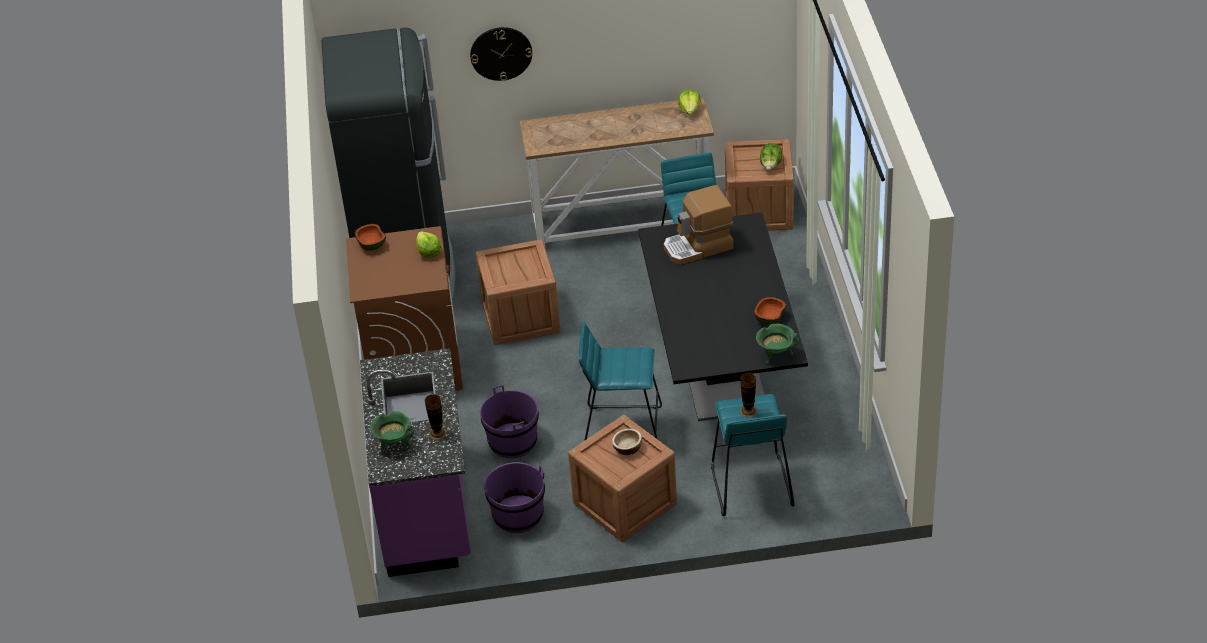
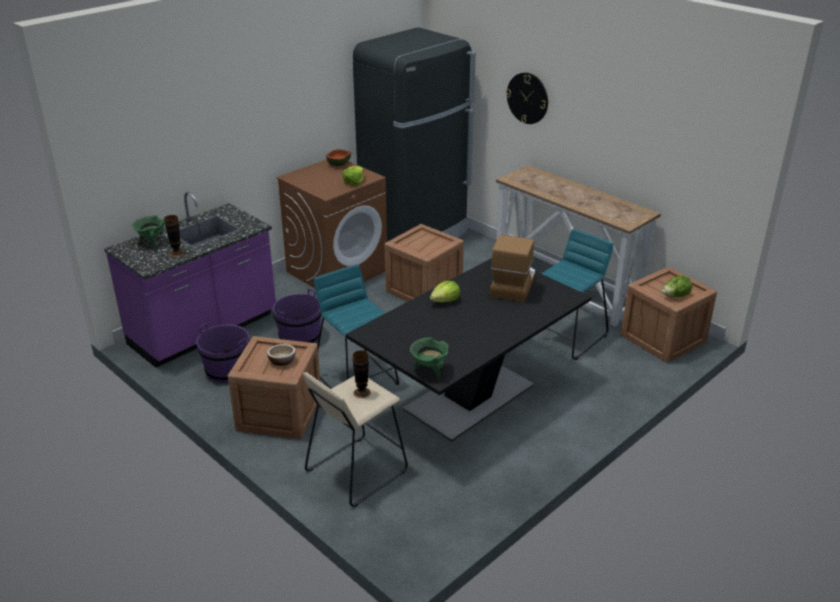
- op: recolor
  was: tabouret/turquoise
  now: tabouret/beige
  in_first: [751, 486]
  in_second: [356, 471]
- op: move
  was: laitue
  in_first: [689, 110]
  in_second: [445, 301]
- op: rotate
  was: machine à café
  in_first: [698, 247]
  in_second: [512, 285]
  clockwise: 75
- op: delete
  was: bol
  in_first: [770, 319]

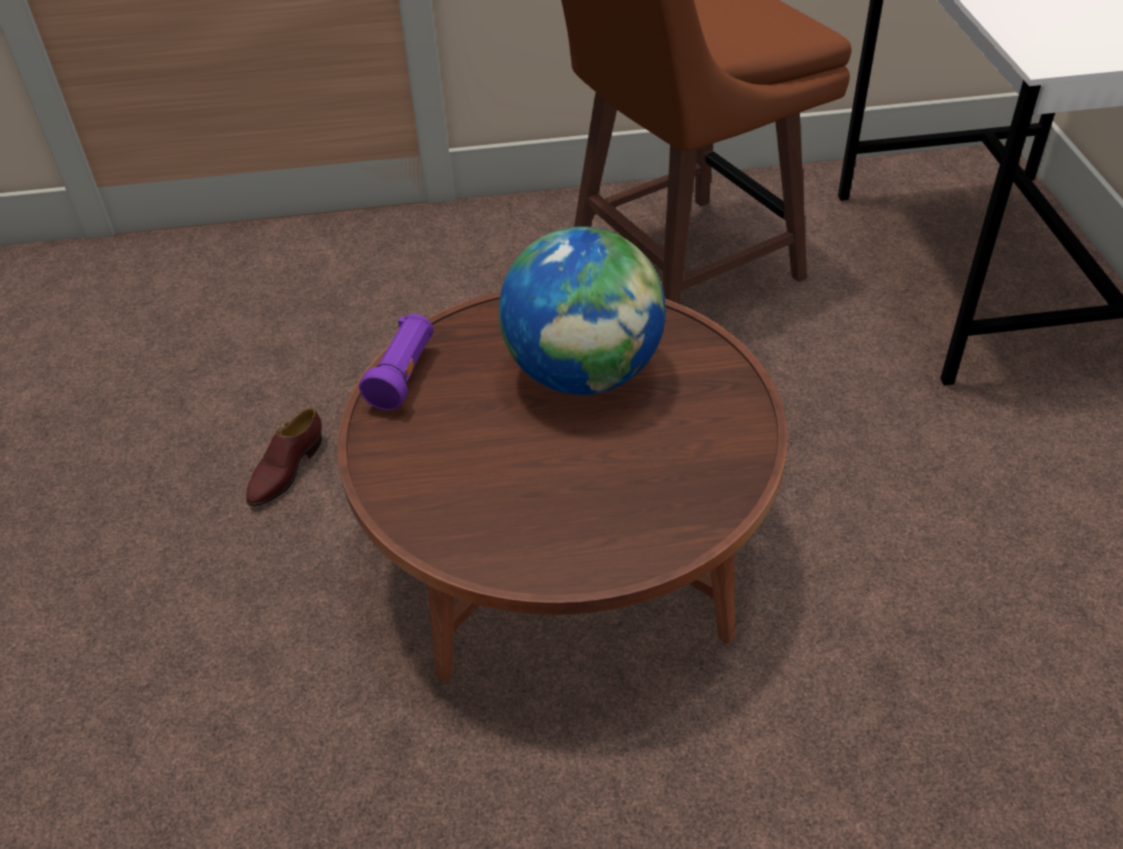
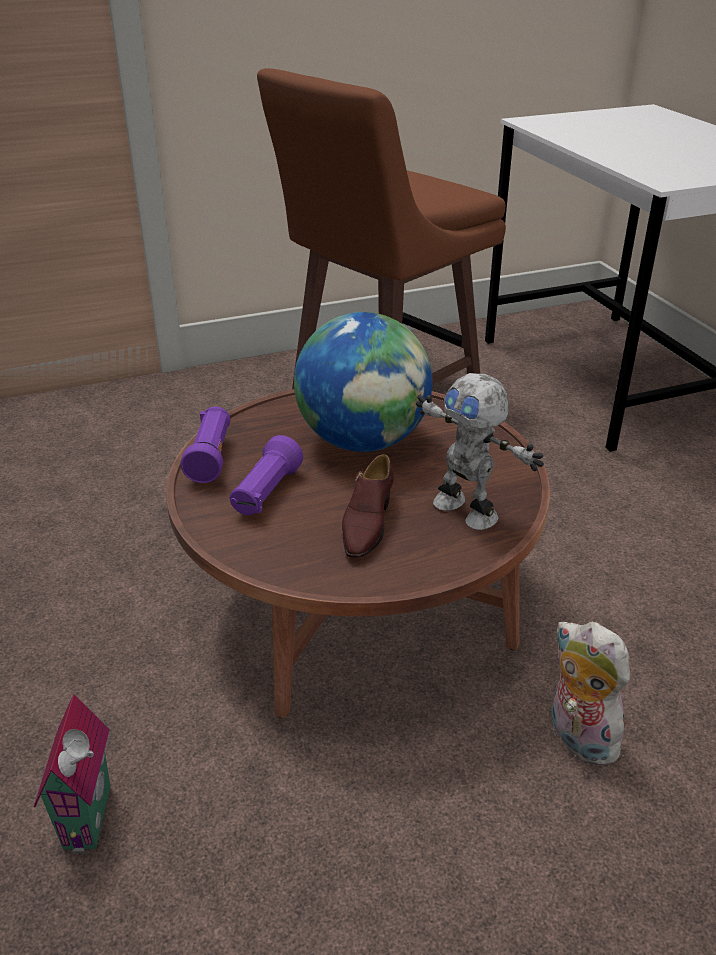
- op: insert
  now: maison miniature
  in_second: [92, 817]
- op: insert
  now: lampe de poche/violet
  in_second: [266, 493]
- op: move
  was: chaussure/marron
  in_first: [286, 470]
  in_second: [367, 523]
- op: insert
  now: robot jouet
  in_second: [467, 510]
- op: insert
  now: peluche
  in_second: [577, 738]

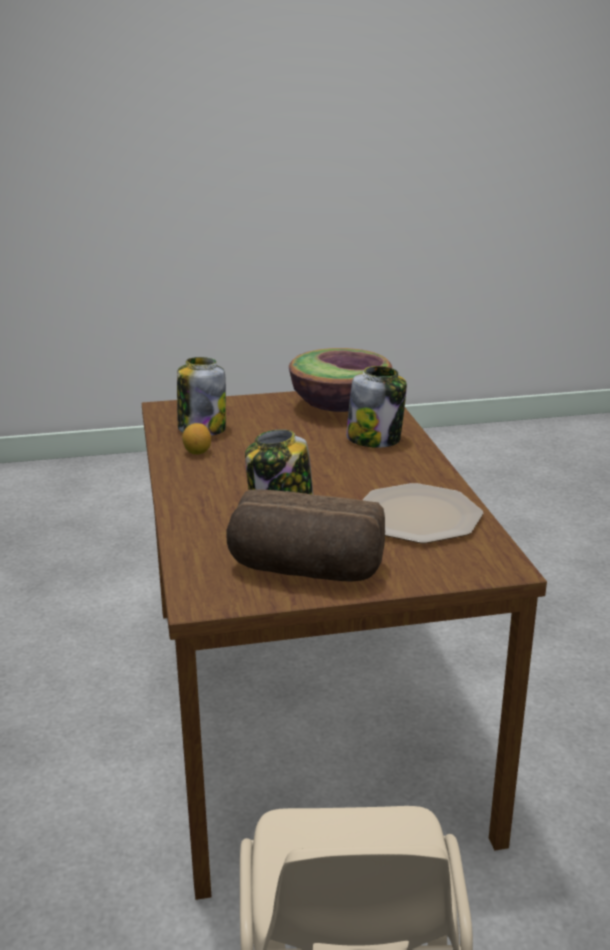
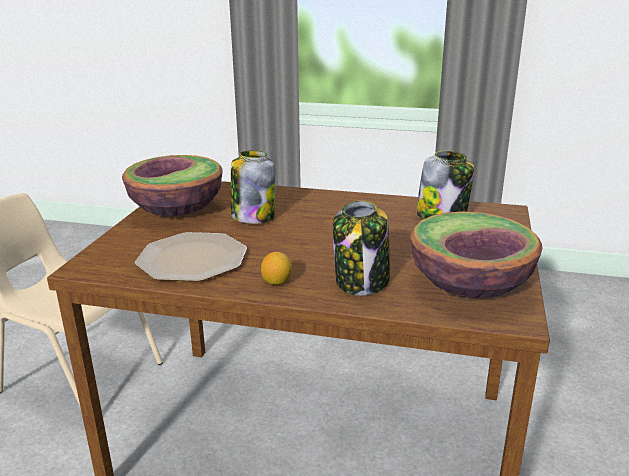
- op: replace
  was: pain
  now: bol
  in_first: [304, 570]
  in_second: [177, 210]
- op: move
  was: citron
  in_first: [197, 452]
  in_second: [277, 282]

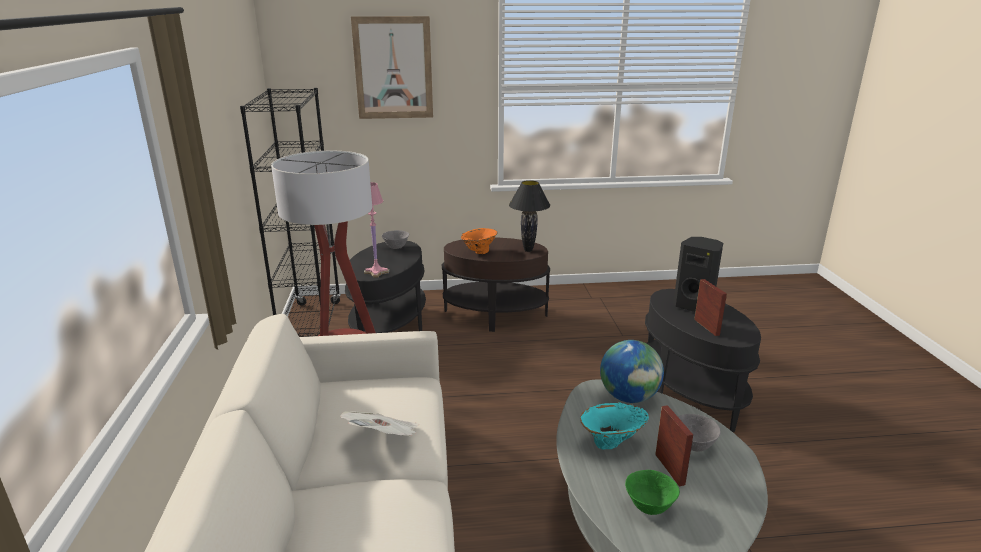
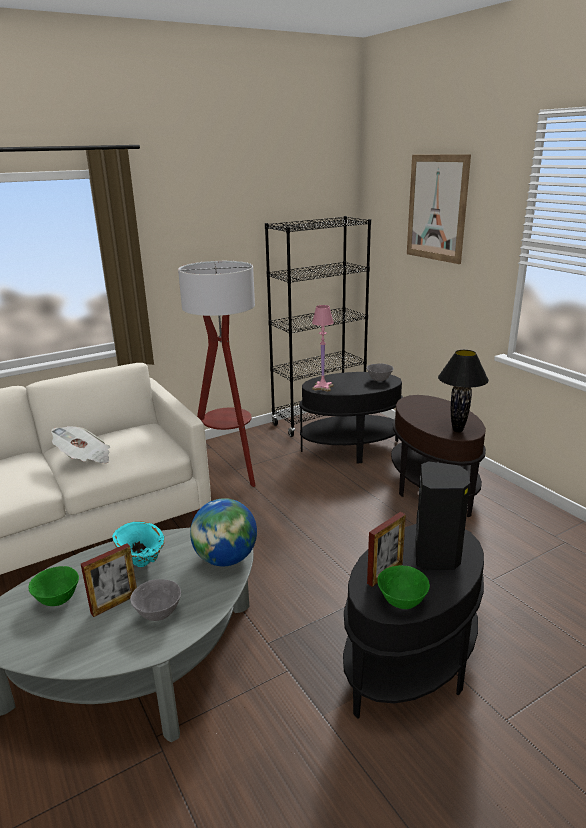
- op: insert
  now: bol/vert
  in_second: [401, 602]
- op: delete
  was: vase/orange
  in_first: [478, 252]

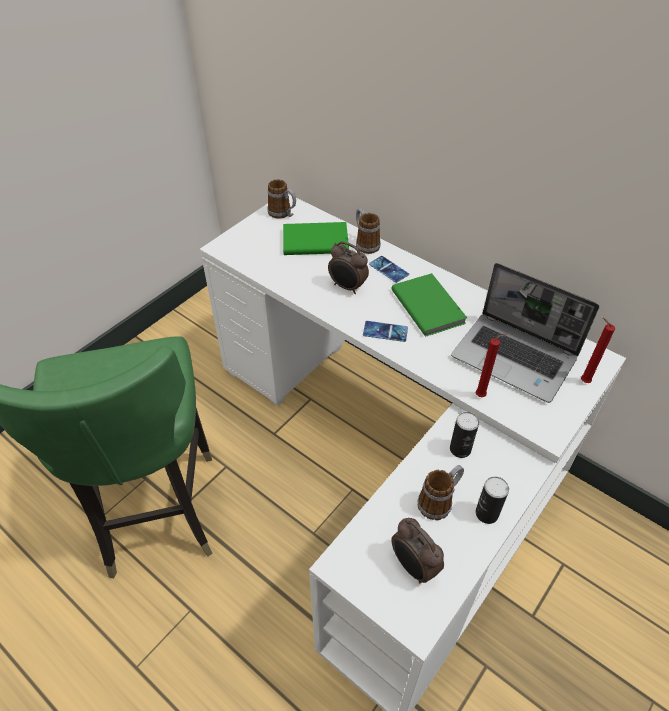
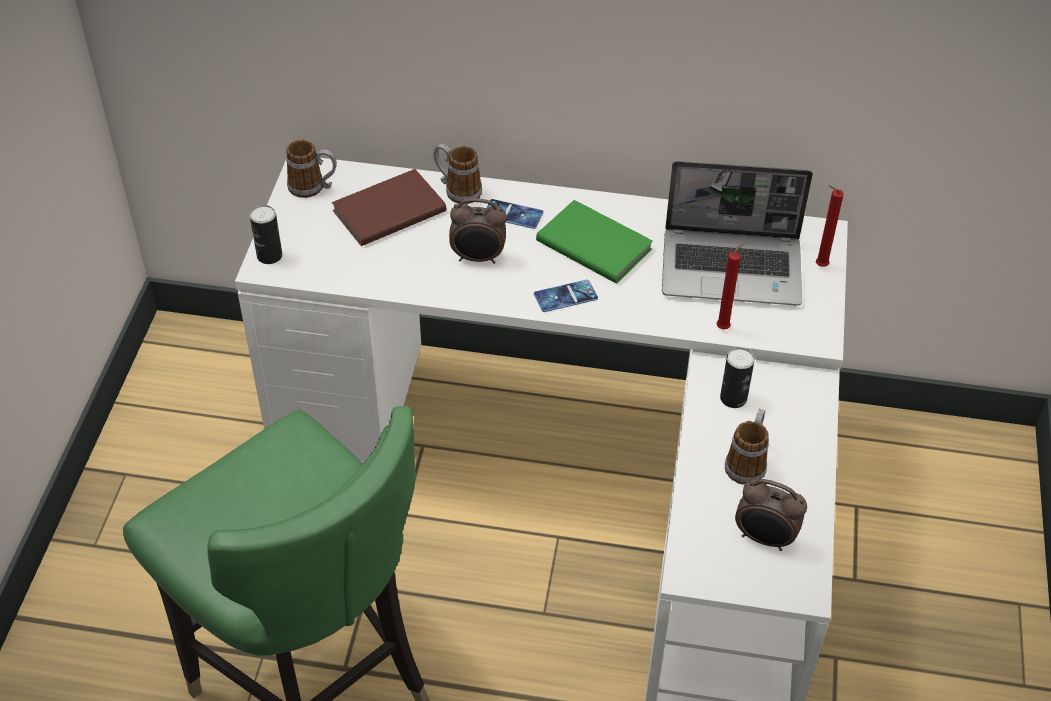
- op: move
  was: boîte métallique
  in_first: [486, 513]
  in_second: [269, 256]
- op: recolor
  was: livre/vert
  now: livre/marron
  in_first: [314, 240]
  in_second: [387, 210]

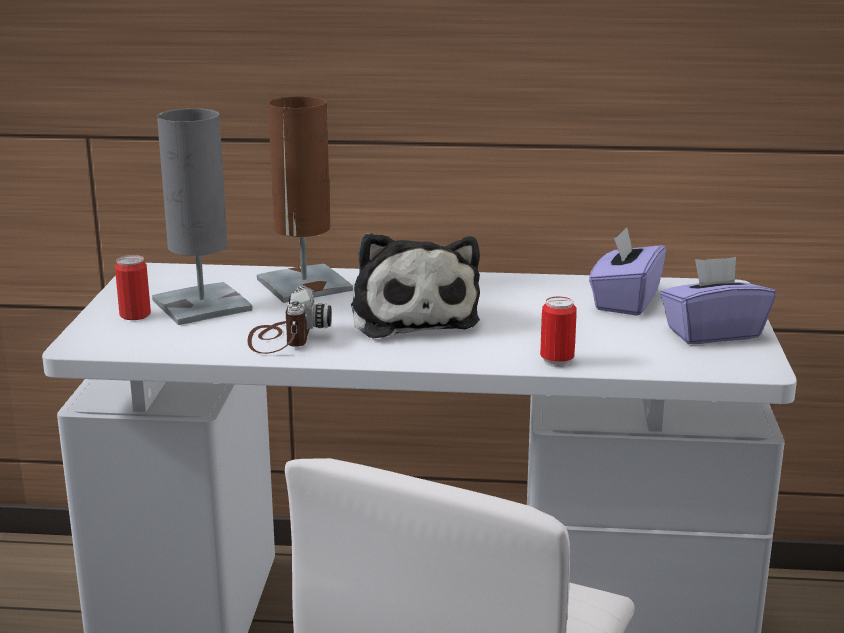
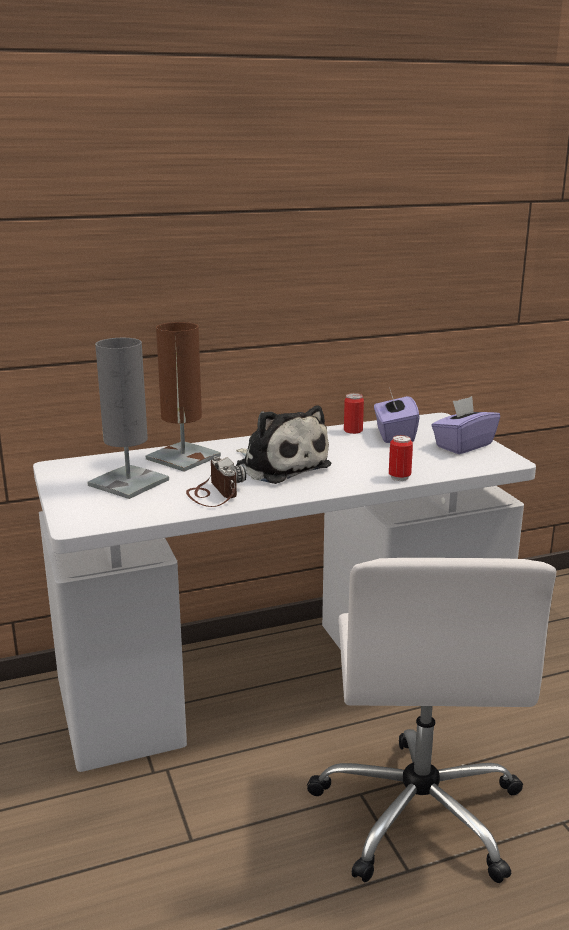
- op: move
  was: boîte métallique
  in_first: [135, 315]
  in_second: [353, 430]

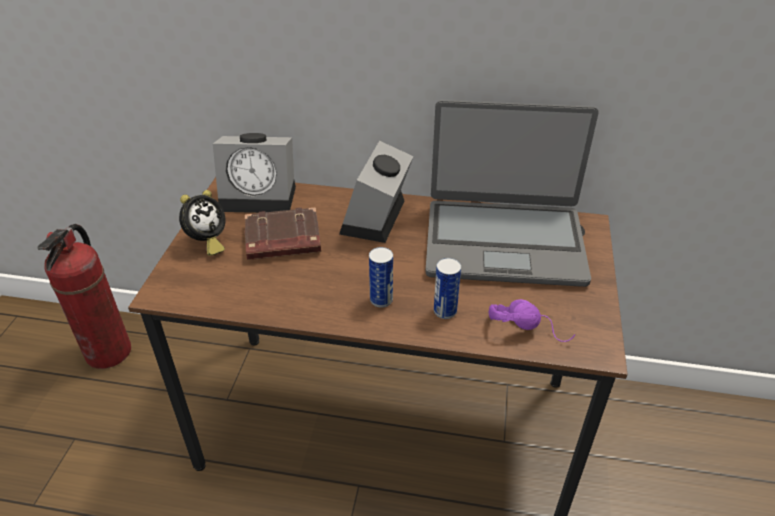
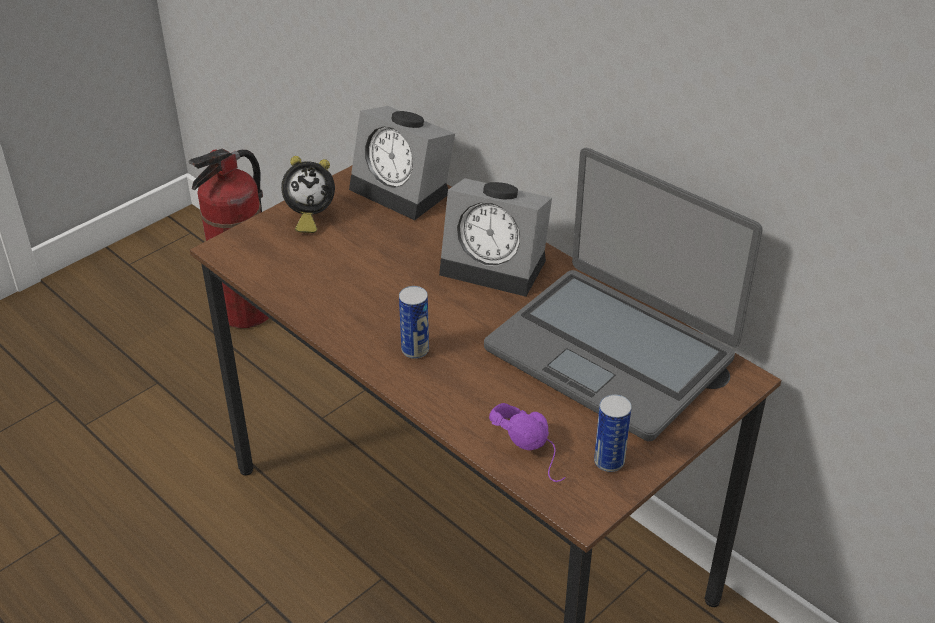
- op: rotate
  was: réveil
  in_first: [376, 219]
  in_second: [498, 265]
  clockwise: -120
- op: move
  was: boîte métallique
  in_first: [445, 311]
  in_second: [609, 461]
- op: delete
  was: livre/marron
  in_first: [282, 240]

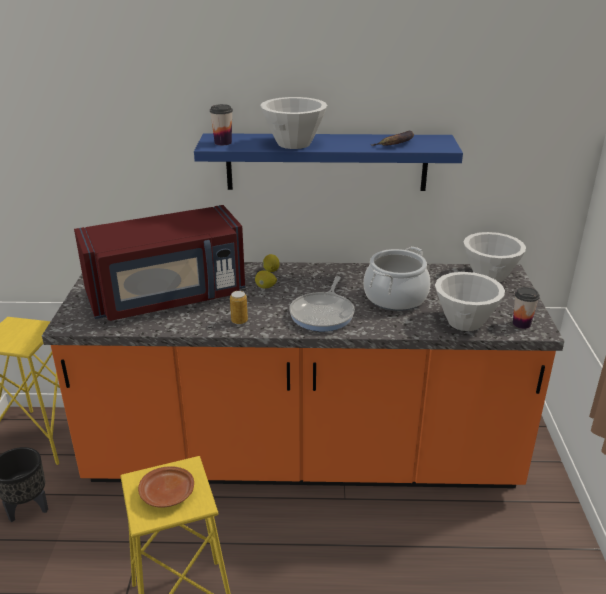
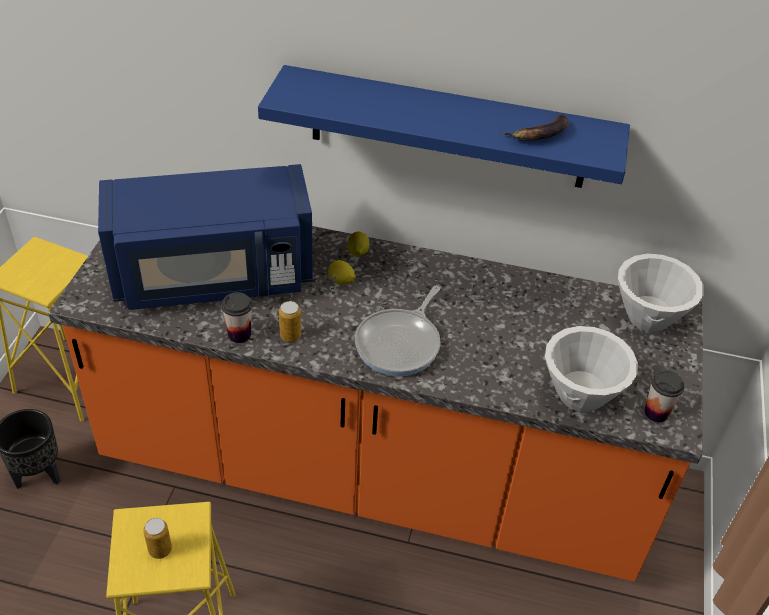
- op: recolor
  was: micro-ondes/rouge
  now: micro-ondes/bleu
  in_first: [168, 297]
  in_second: [214, 276]
- op: replace
  was: assiette/marron
  now: boîte métallique
  in_first: [168, 494]
  in_second: [160, 549]
- op: move
  was: tasse
  in_first: [223, 142]
  in_second: [239, 335]
- op: delete
  was: bol/blanc
  in_first: [293, 144]
- op: delete
  was: marmite
  in_first: [395, 297]

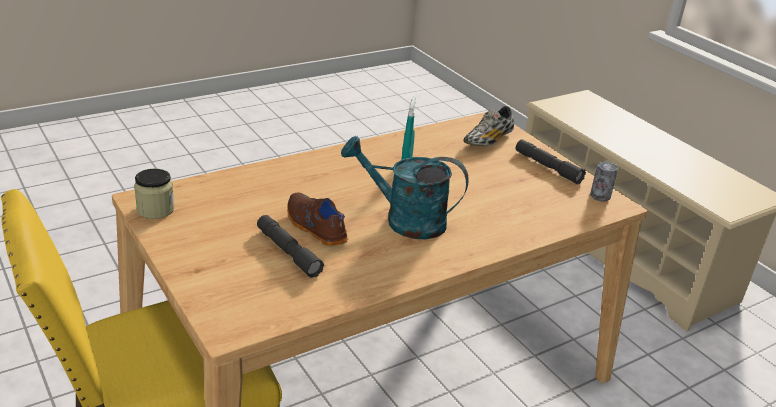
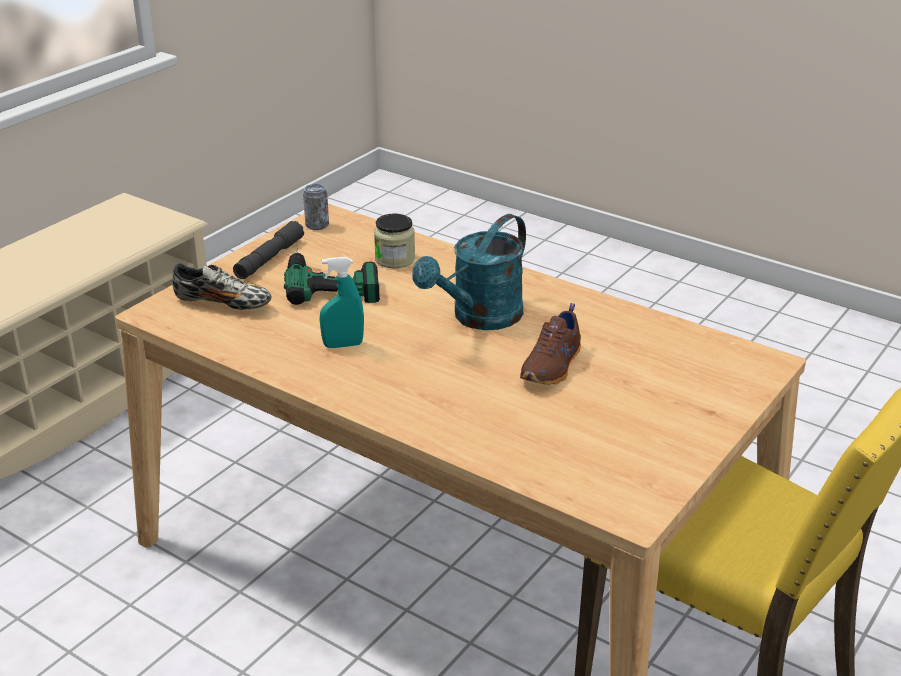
- op: insert
  now: perceuse
  in_second: [331, 279]
- op: move
  was: bocal
  in_first: [155, 209]
  in_second: [395, 259]
- op: rotate
  was: arrosoir/turquoise
  in_first: [404, 220]
  in_second: [479, 318]
  clockwise: 45
- op: delete
  was: lampe de poche/gris
  in_first: [288, 252]

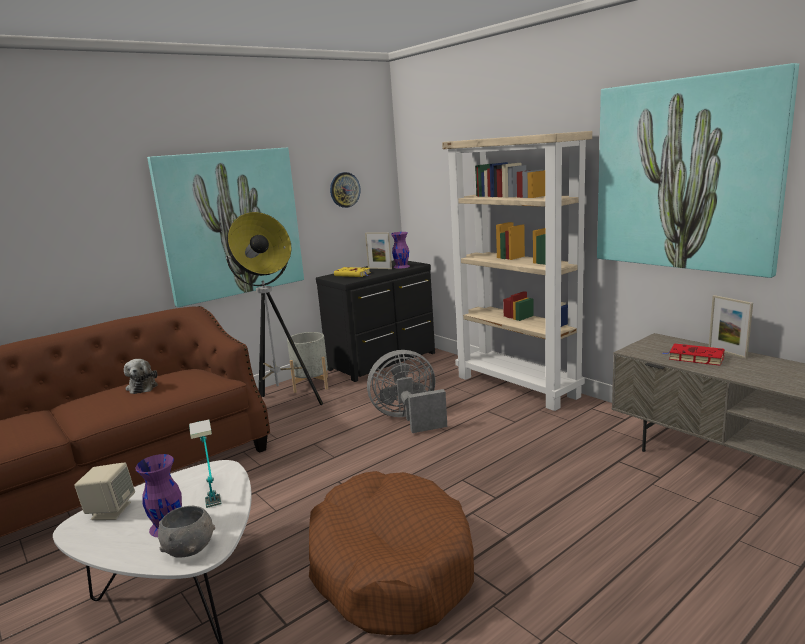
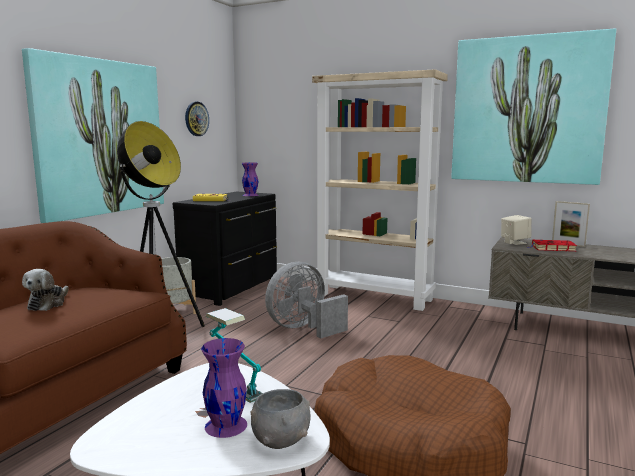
- op: rotate
  was: peluche
  in_first: [142, 386]
  in_second: [48, 303]
  clockwise: 45
- op: move
  was: enceinte/beige
  in_first: [110, 511]
  in_second: [514, 242]
- op: delete
  was: cadre photo
  in_first: [379, 268]

